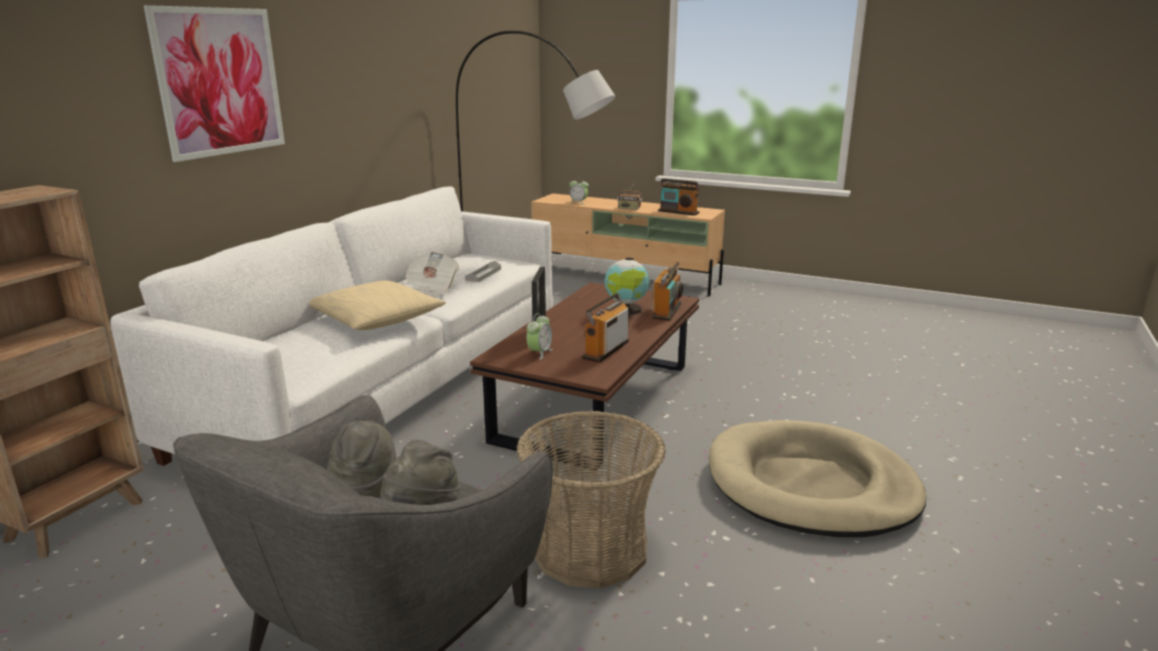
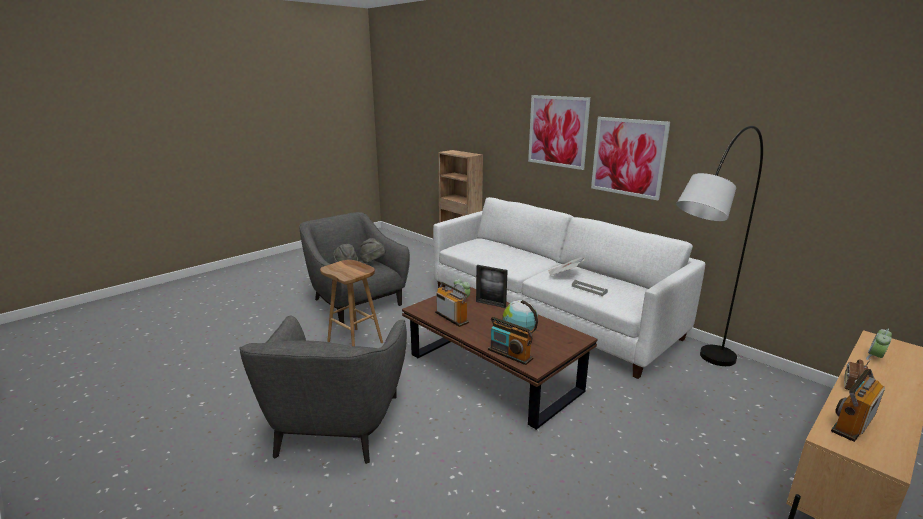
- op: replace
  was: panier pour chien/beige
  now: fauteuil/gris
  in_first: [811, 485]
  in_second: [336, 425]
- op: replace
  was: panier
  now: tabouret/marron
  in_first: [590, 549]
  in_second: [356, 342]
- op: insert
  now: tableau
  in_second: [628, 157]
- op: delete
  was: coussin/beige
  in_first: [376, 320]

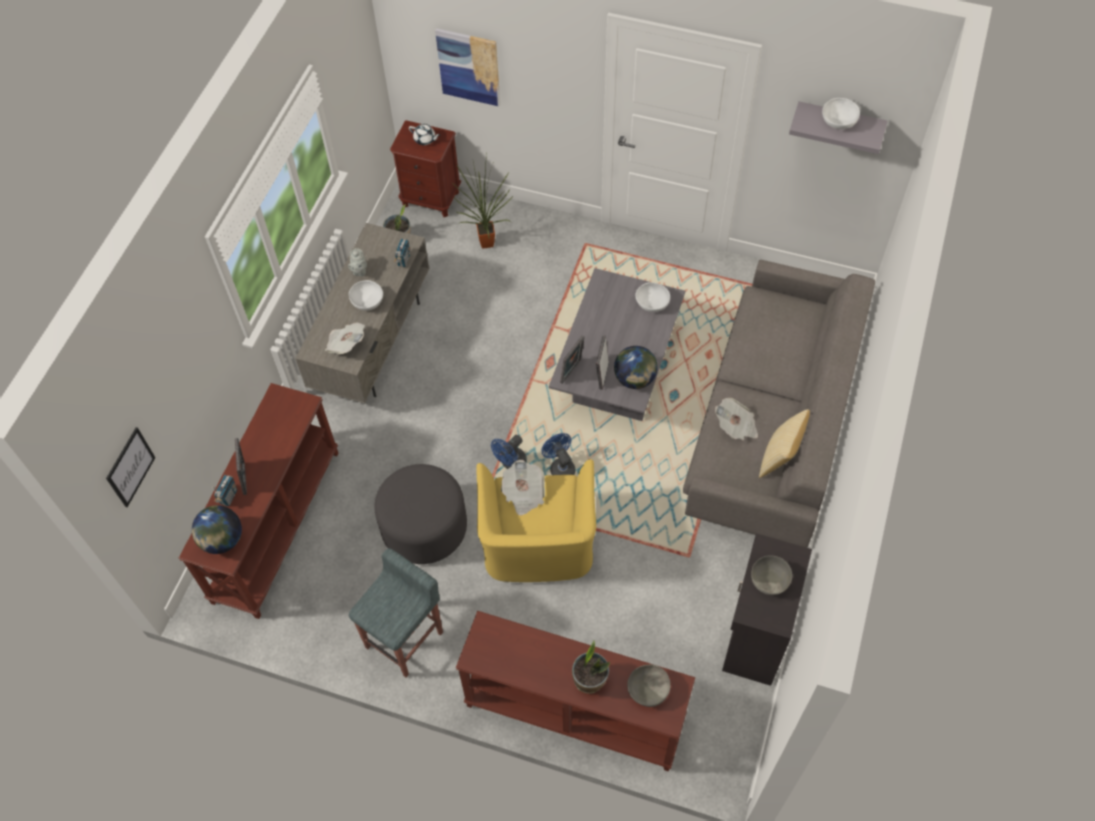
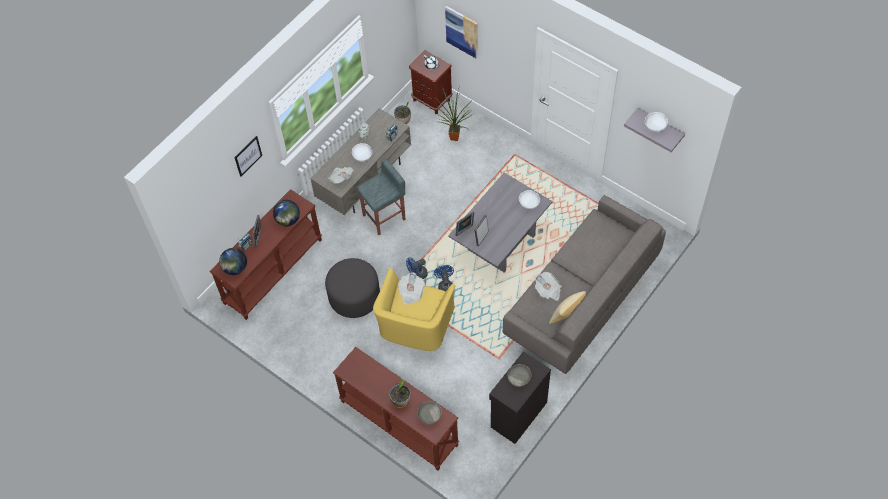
- op: move
  was: tableau
  in_first: [130, 467]
  in_second: [248, 156]
- op: move
  was: globe
  in_first: [635, 379]
  in_second: [288, 220]
- op: move
  was: tabouret/gris
  in_first: [405, 639]
  in_second: [385, 217]

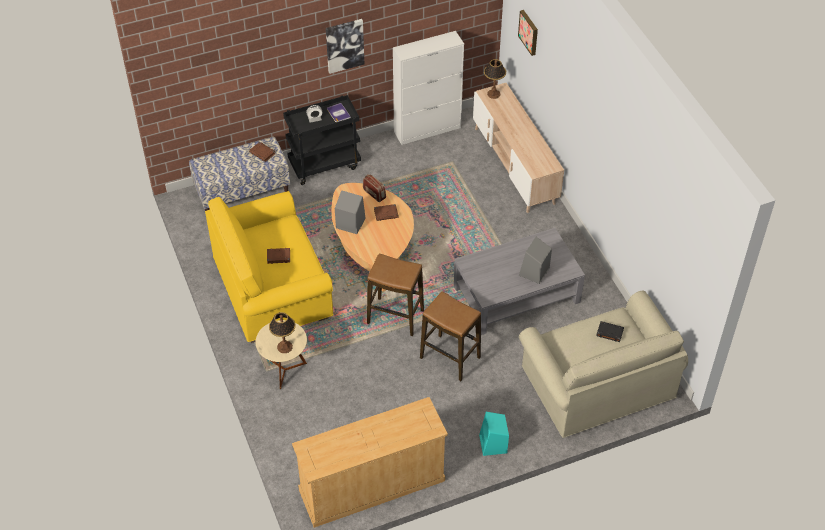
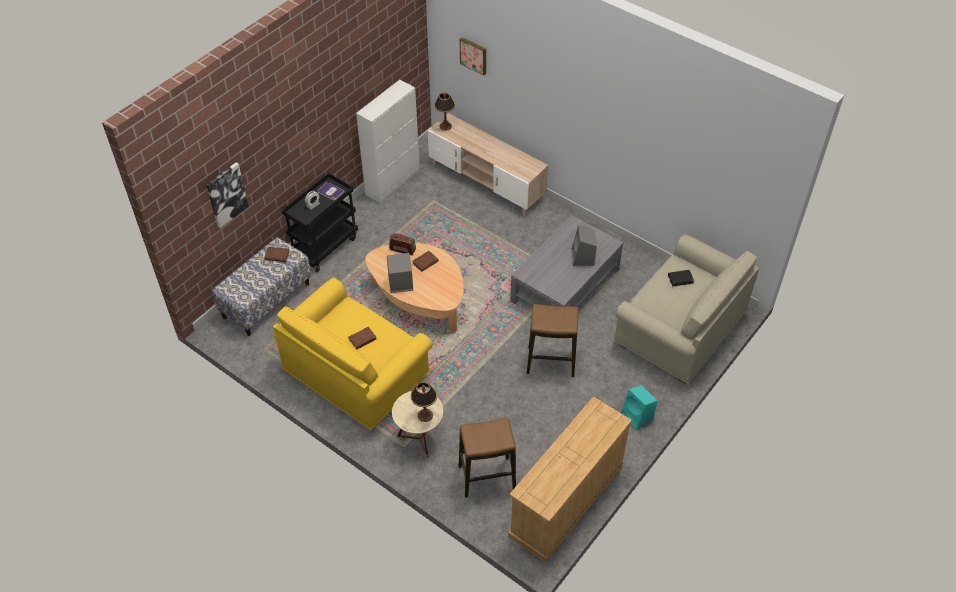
- op: move
  was: tableau
  in_first: [344, 45]
  in_second: [226, 194]
- op: move
  was: tabouret
  in_first: [395, 317]
  in_second: [486, 477]

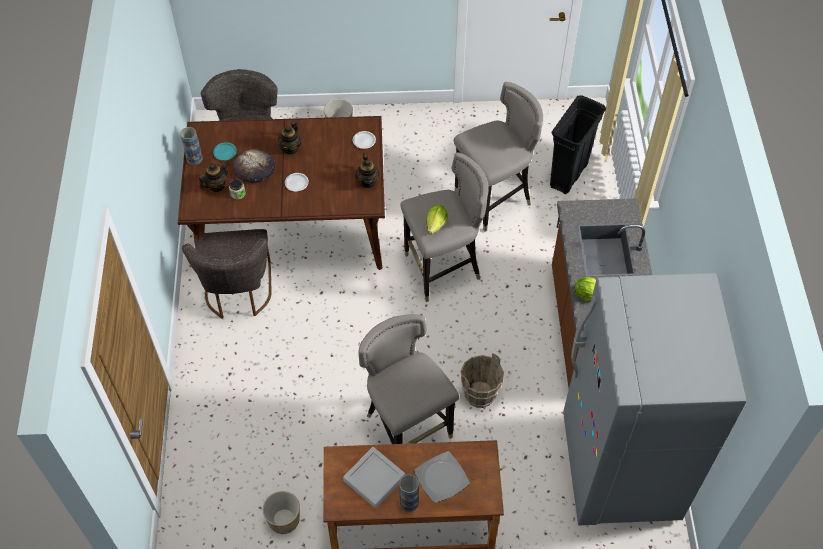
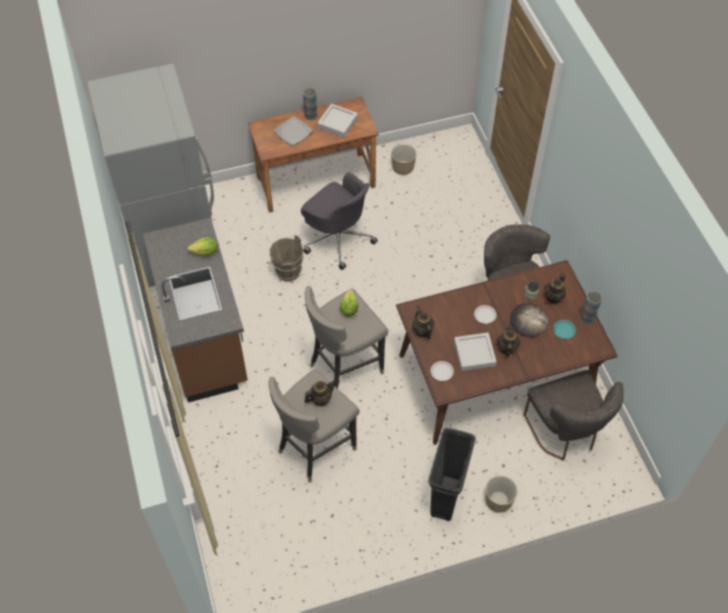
- op: replace
  was: tabouret/gris
  now: chaise de bureau/gris
  in_first: [407, 428]
  in_second: [337, 238]
- op: insert
  now: théière
  in_second: [320, 399]
- op: move
  was: poubelle/noir
  in_first: [568, 175]
  in_second: [446, 497]
- op: insert
  now: plateau/gris
  in_second: [474, 353]

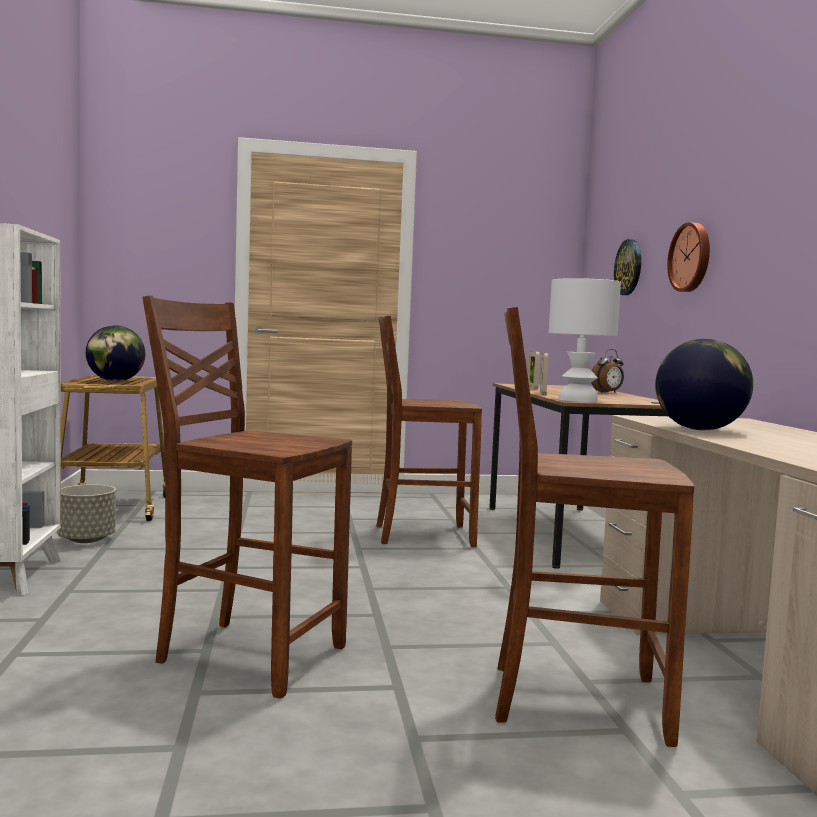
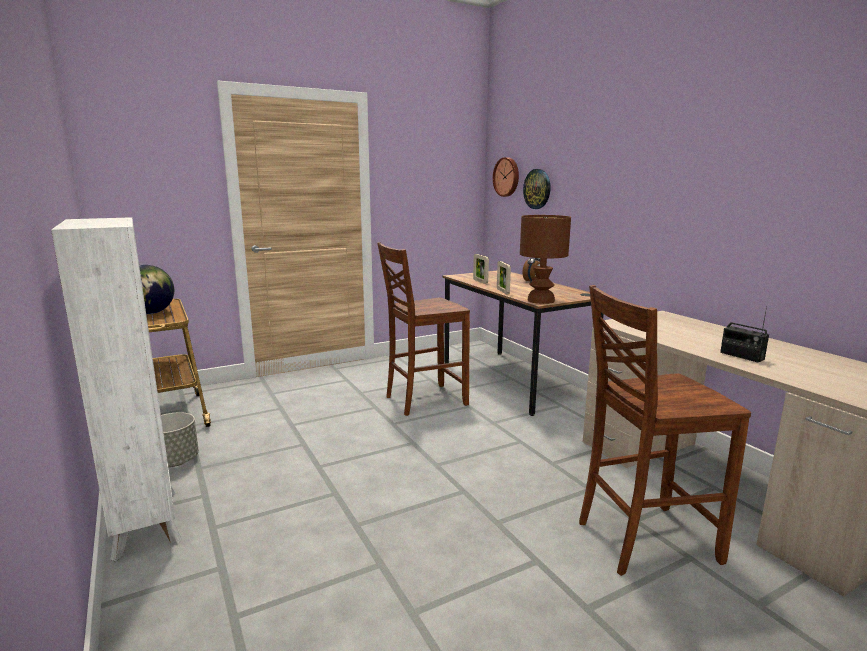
- op: move
  was: horloge murale
  in_first: [691, 257]
  in_second: [507, 177]
- op: recolor
  was: lampe de table/blanc
  now: lampe de table/marron
  in_first: [578, 400]
  in_second: [540, 300]
- op: insert
  now: radio
  in_second: [741, 356]
- op: delete
  was: chaise/marron
  in_first: [248, 654]
- op: delete
  was: globe
  in_first: [699, 429]

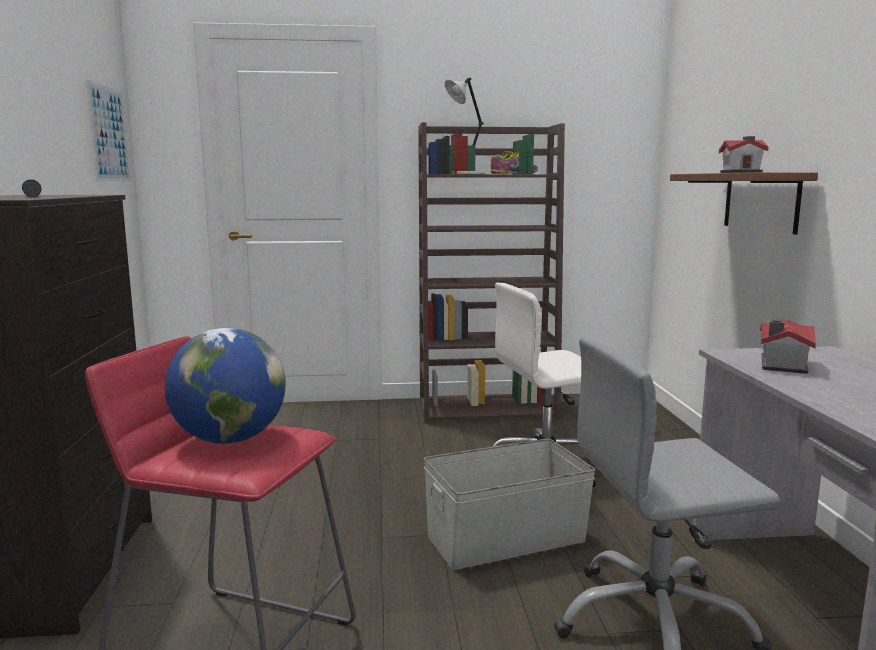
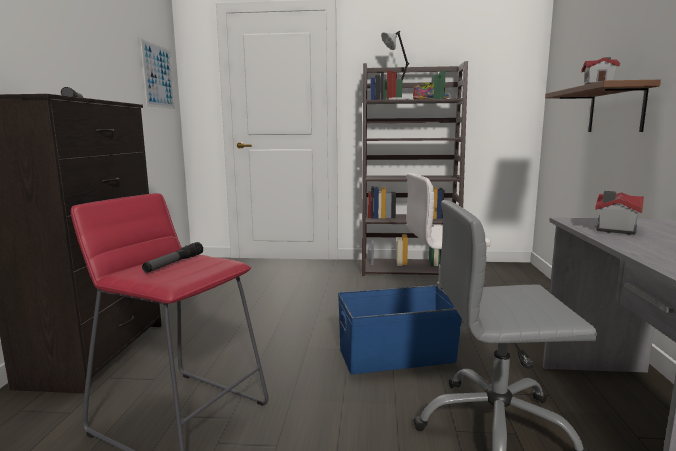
- op: replace
  was: globe
  now: lampe de poche
  in_first: [230, 439]
  in_second: [174, 263]
- op: recolor
  was: boîte de rangement/gris
  now: boîte de rangement/bleu
  in_first: [507, 539]
  in_second: [397, 356]

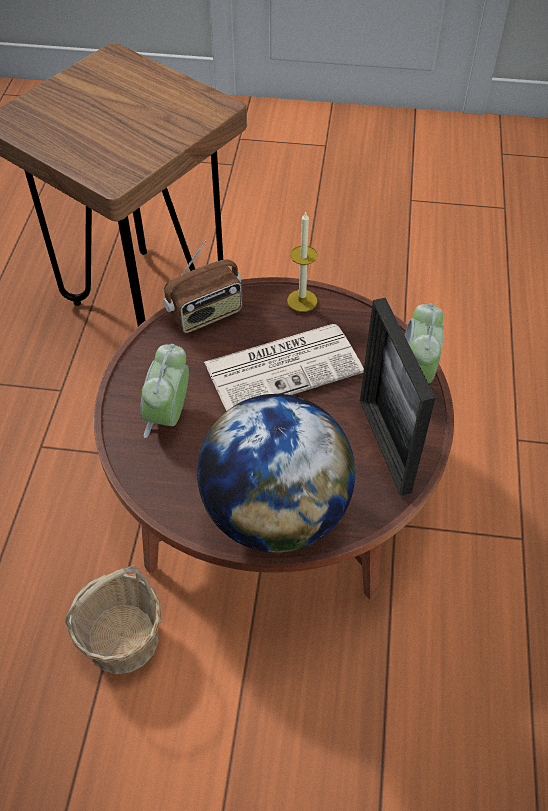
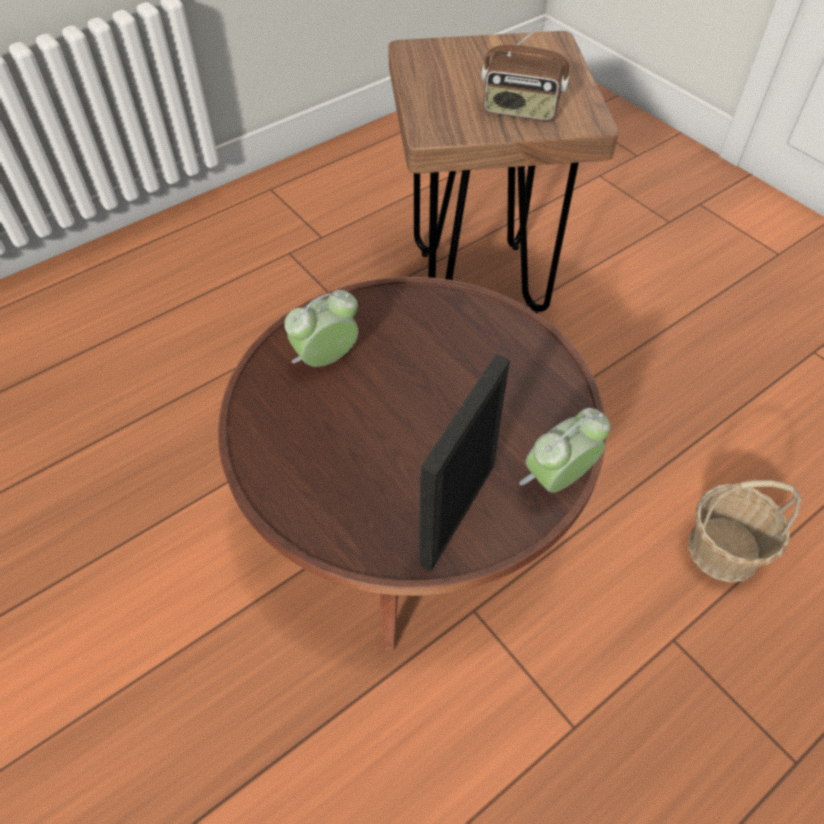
- op: move
  was: radio
  in_first: [206, 314]
  in_second: [520, 110]
- op: move
  was: panier
  in_first: [123, 638]
  in_second: [724, 550]
- op: delete
  was: globe
  in_first: [276, 512]
- op: delete
  was: journal
  in_first: [284, 366]
- op: delete
  was: bougie
  in_first: [302, 300]

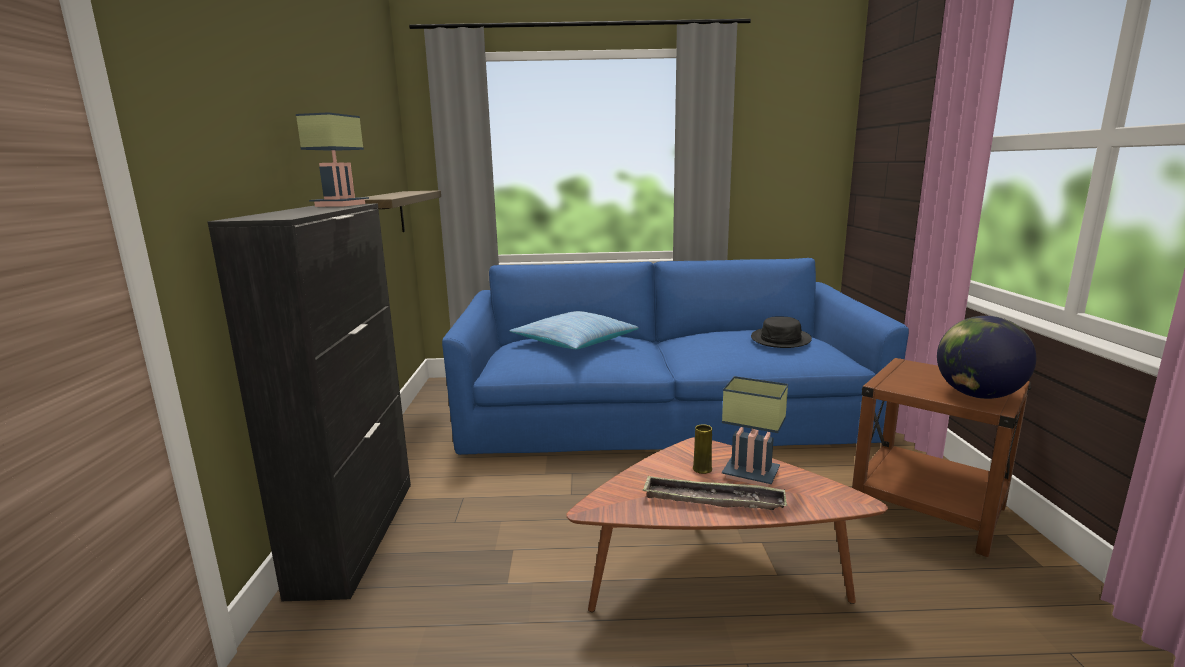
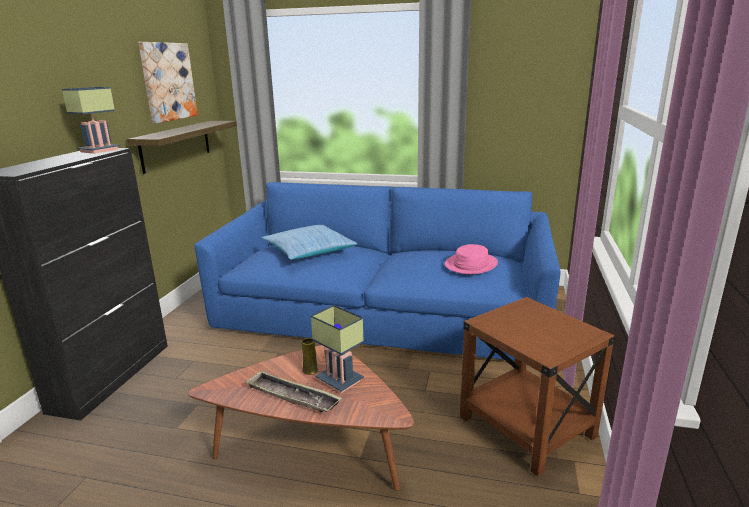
- op: insert
  now: tableau
  in_second: [167, 81]
- op: recolor
  was: chapeau/noir
  now: chapeau/rose
  in_first: [781, 339]
  in_second: [471, 264]
- op: delete
  was: globe
  in_first: [977, 395]

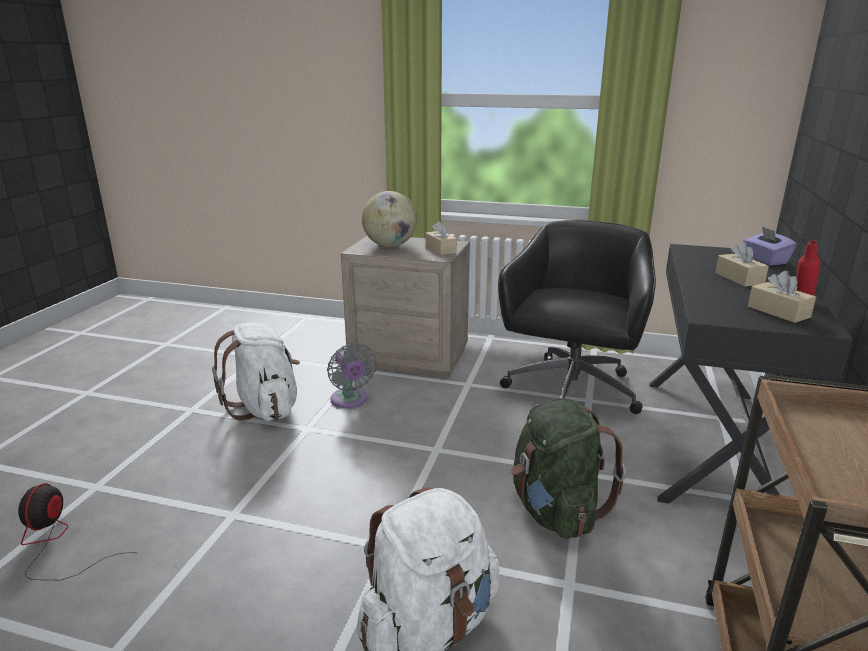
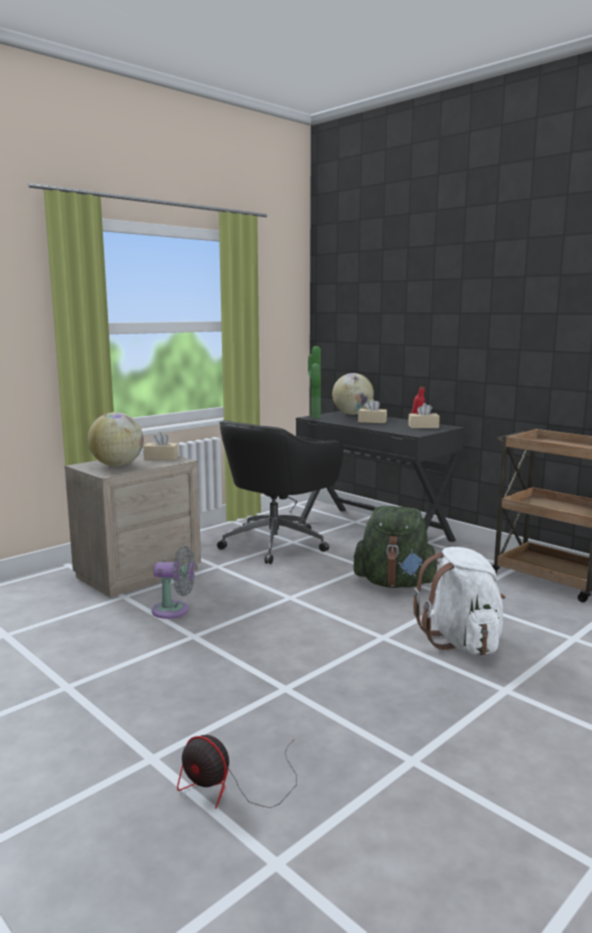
- op: rotate
  was: chaise de bureau/noir
  in_first: [570, 392]
  in_second: [277, 543]
  clockwise: -105
- op: insert
  now: plante en pot
  in_second: [313, 417]
- op: replace
  was: boîte à mouchoirs/violet
  now: globe
  in_first: [765, 260]
  in_second: [352, 414]
- op: delete
  was: sac à dos/blanc
  in_first: [265, 408]

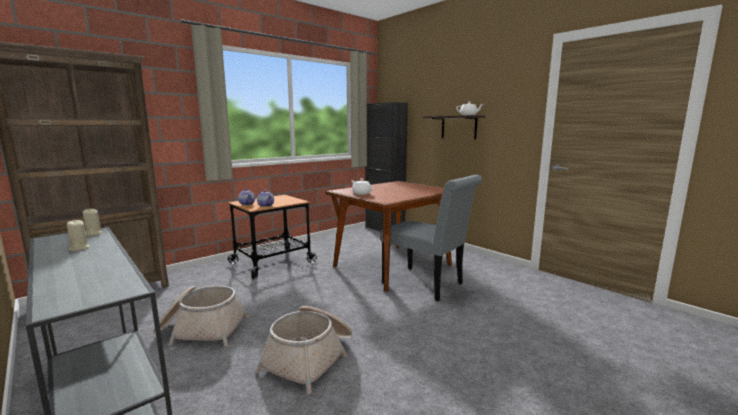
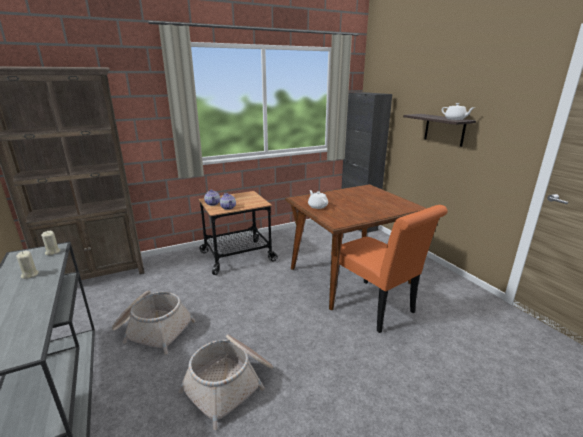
- op: recolor
  was: chaise/gris
  now: chaise/orange
  in_first: [427, 285]
  in_second: [376, 308]

